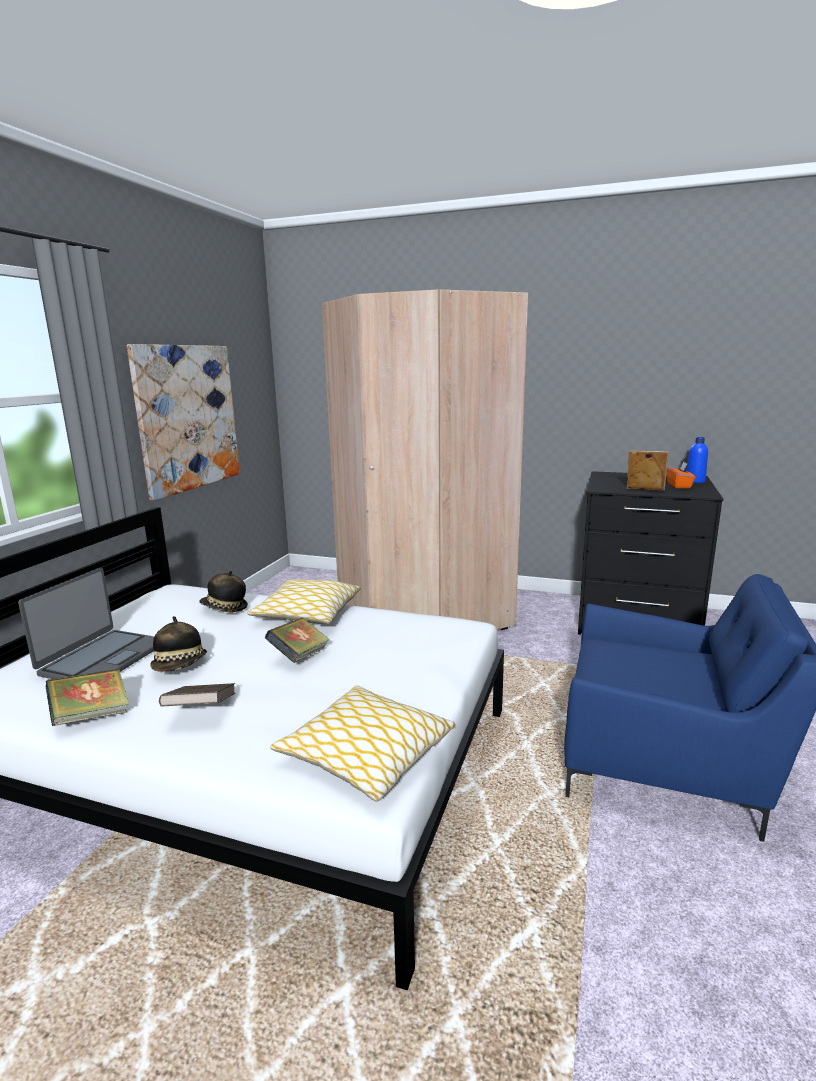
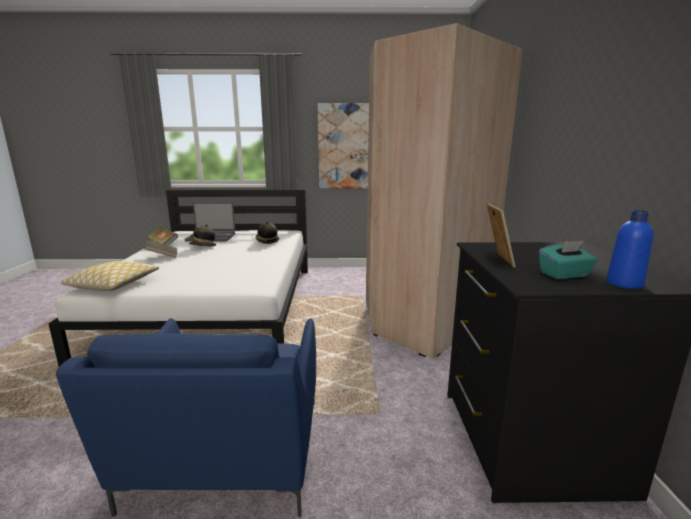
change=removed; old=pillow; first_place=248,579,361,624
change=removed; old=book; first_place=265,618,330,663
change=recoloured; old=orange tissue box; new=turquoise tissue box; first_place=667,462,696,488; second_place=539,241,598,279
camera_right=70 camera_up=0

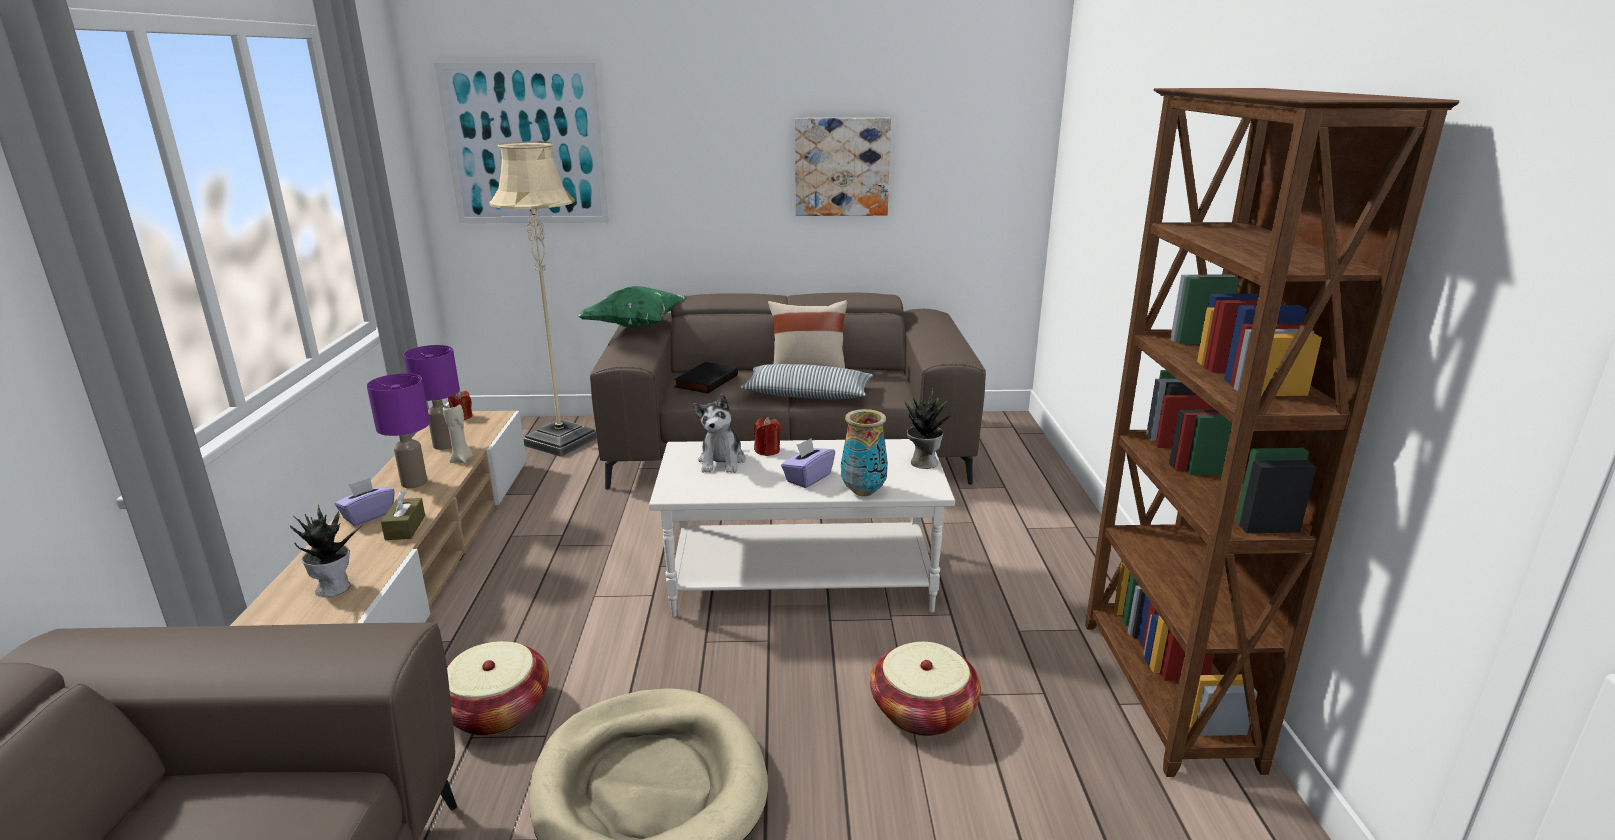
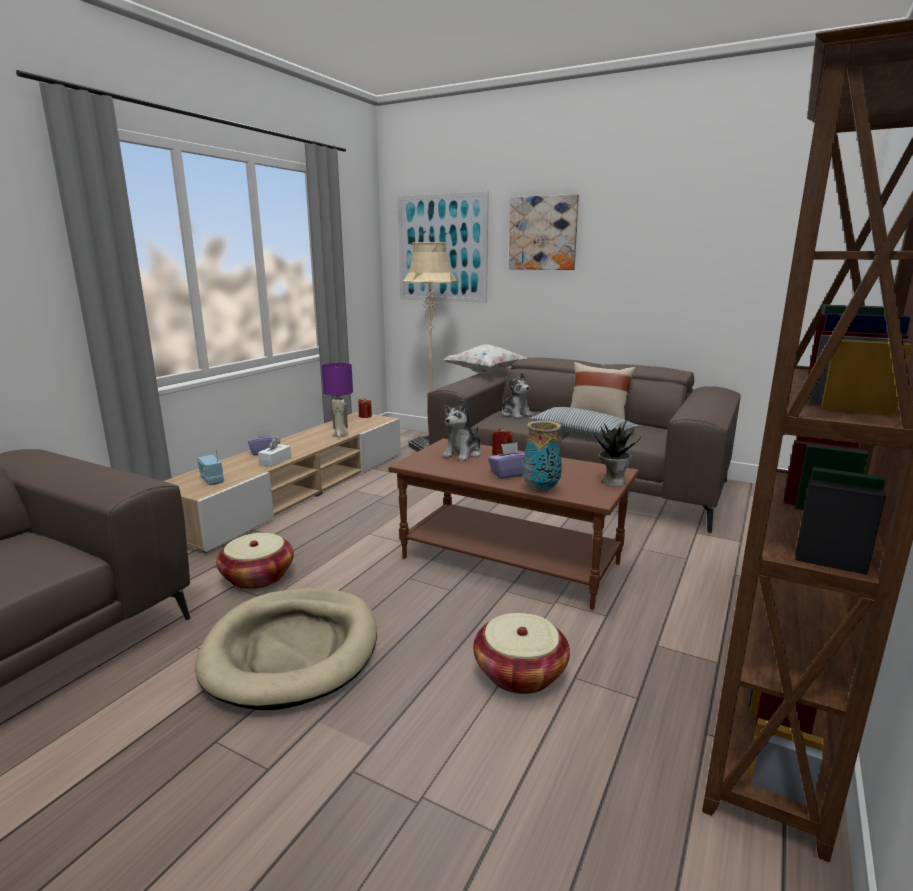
change=replaced; old=potted plant; new=radio; first_place=289,505,362,597; second_place=198,449,224,485
change=removed; old=purple table lamp; first_place=367,373,430,488
change=recoloured; old=brown tissue box; new=white tissue box; first_place=381,490,425,540; second_place=258,437,291,467
change=recoloured; old=green pillow; new=white pillow; first_place=577,286,688,327; second_place=444,344,528,374
change=recoloured; old=white coffee table; new=brown coffee table; first_place=649,439,955,617; second_place=388,438,639,610
change=replaced; old=black book; new=plush toy; first_place=674,362,738,394; second_place=502,372,533,419
change=moved; old=picture; first_place=795,118,891,216; second_place=509,194,579,270
camera_right=30 camera_up=-5

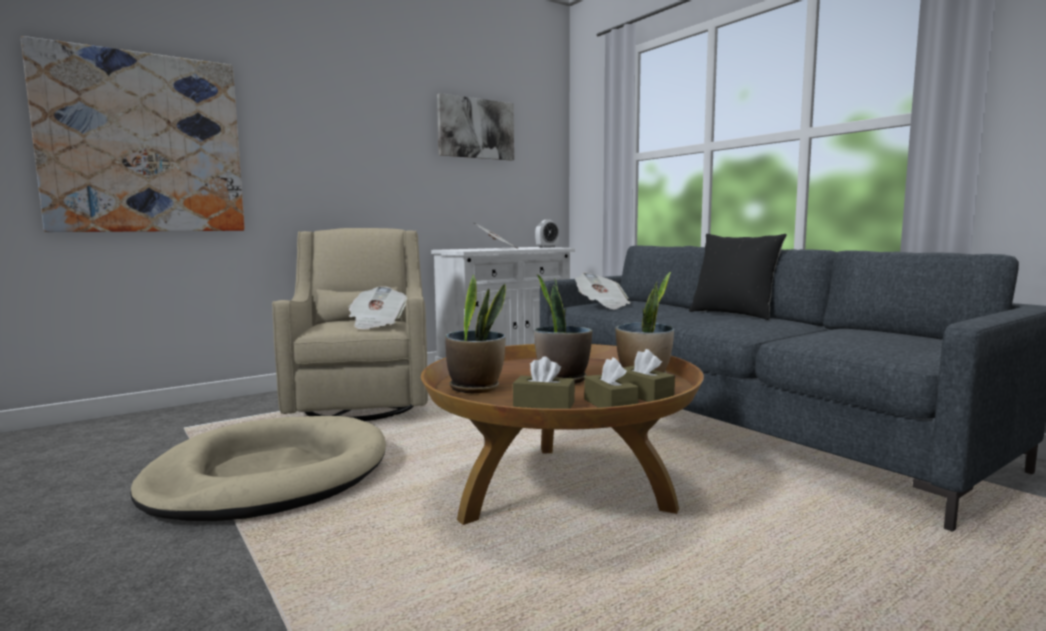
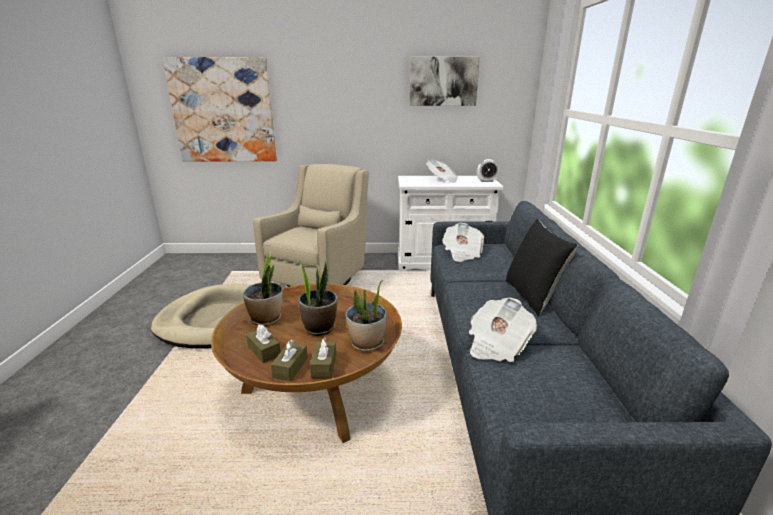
change=moved; old=newspaper; first_place=348,286,408,329; second_place=469,298,537,362
camera_right=35 camera_up=15

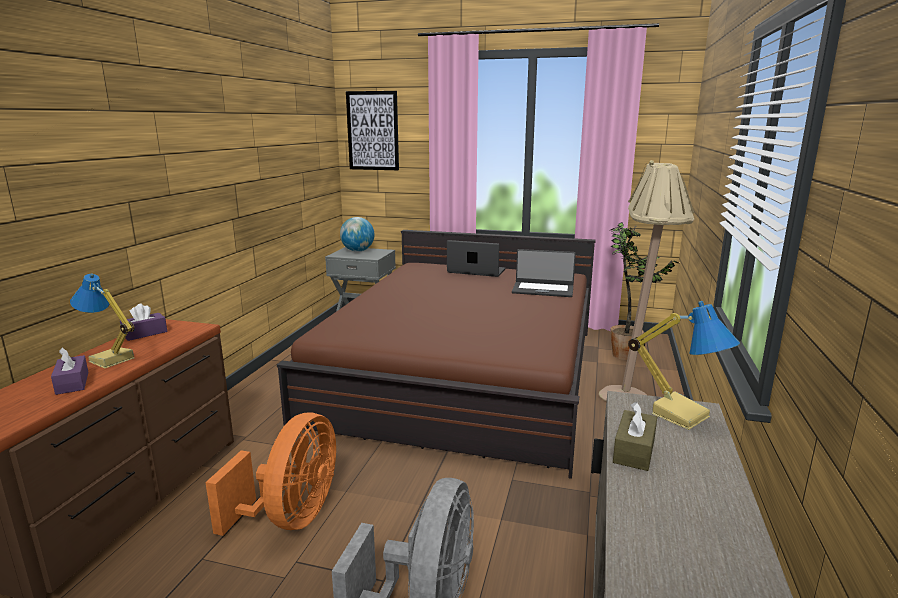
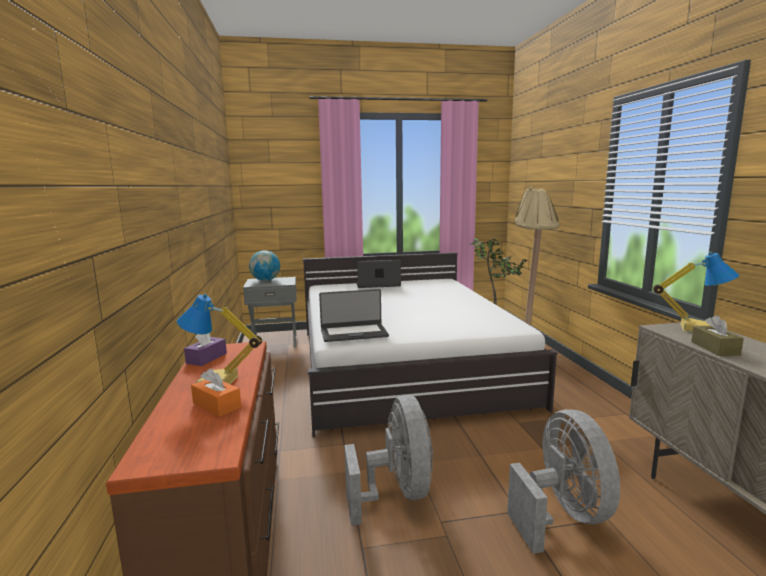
change=recoloured; old=purple tissue box; new=orange tissue box; first_place=51,348,88,395; second_place=191,368,241,417
change=recoloured; old=orange fan; new=grey fan; first_place=205,412,336,536; second_place=344,395,433,526
change=recoloured; old=brown bed; new=white bed; first_place=277,230,596,479; second_place=303,252,558,437
change=removed; old=picture; first_place=346,91,399,170
change=moved; old=laptop; first_place=512,249,576,297; second_place=319,289,389,342
camera_right=-25 camera_up=-5

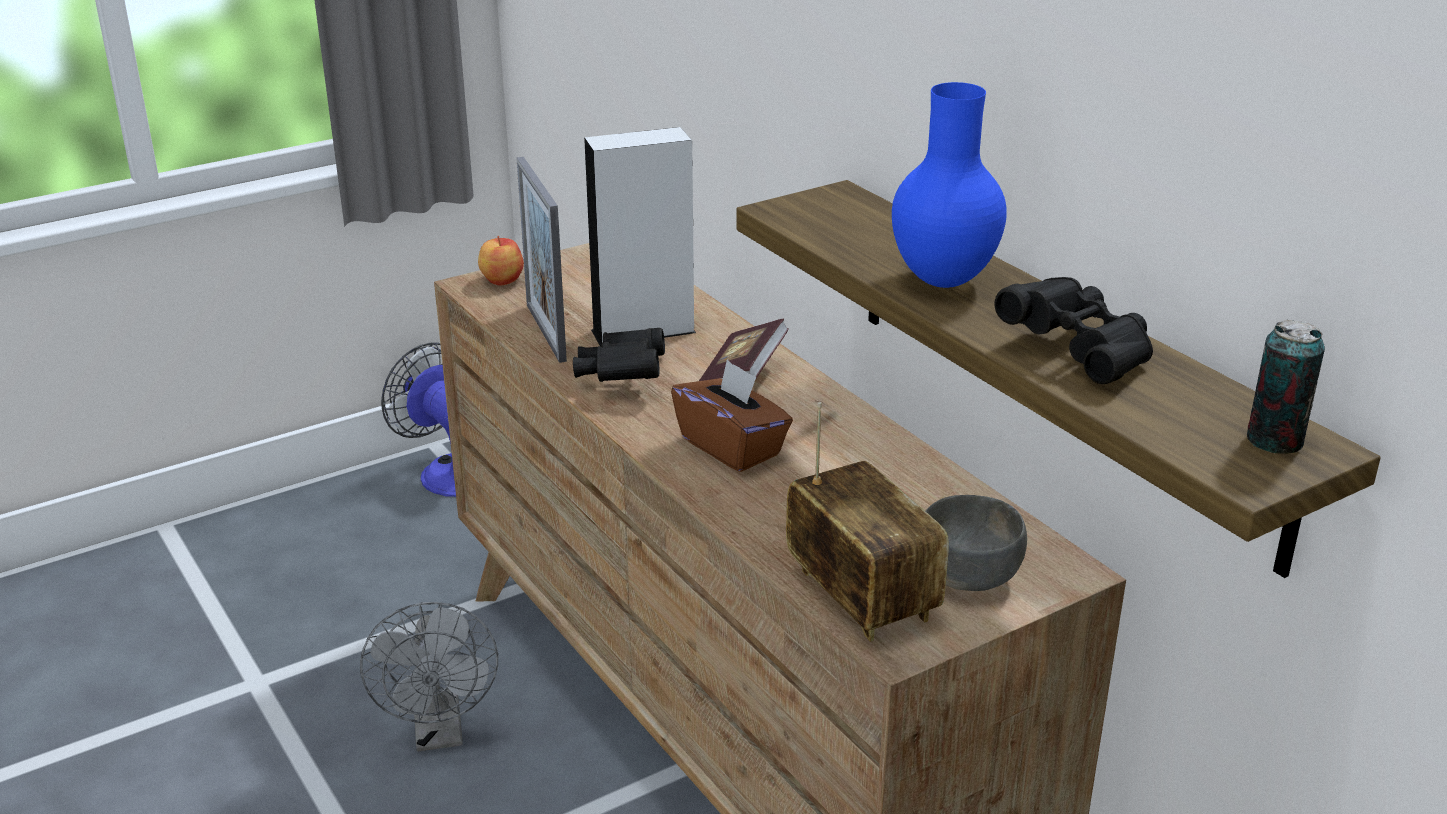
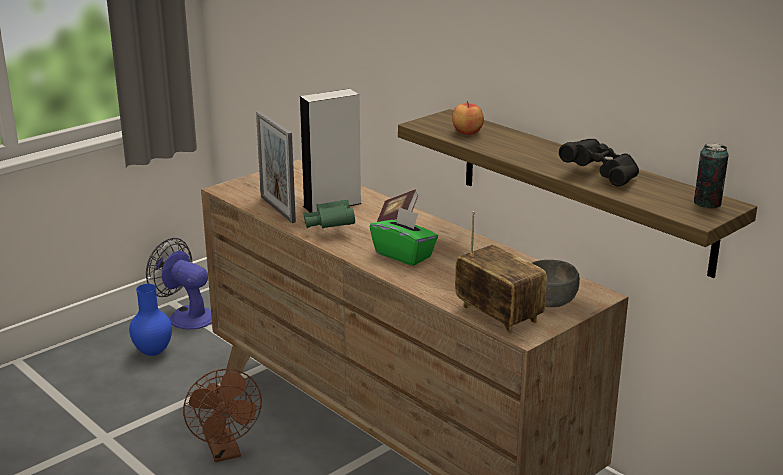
change=recoloured; old=grey fan; new=brown fan; first_place=360,602,498,751; second_place=183,369,262,462
change=moved; old=apple; first_place=478,236,524,286; second_place=452,101,484,135
change=recoloured; old=black binoculars; new=green binoculars; first_place=573,328,665,382; second_place=303,200,355,229
change=recoloured; old=brown tissue box; new=green tissue box; first_place=671,359,793,472; second_place=370,207,438,266
change=moved; old=blue vase; first_place=892,82,1007,288; second_place=129,284,172,356
camera_right=-10 camera_up=-5

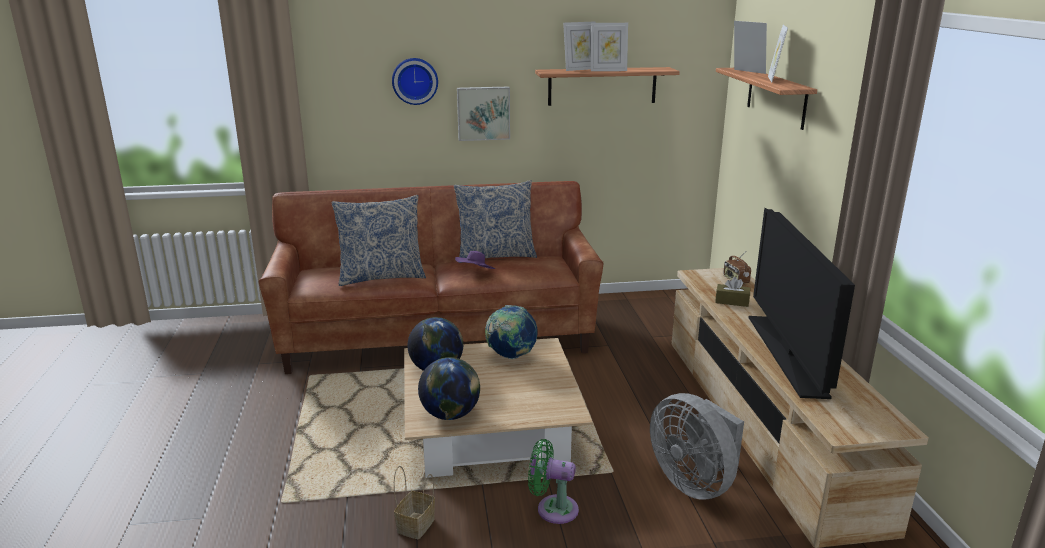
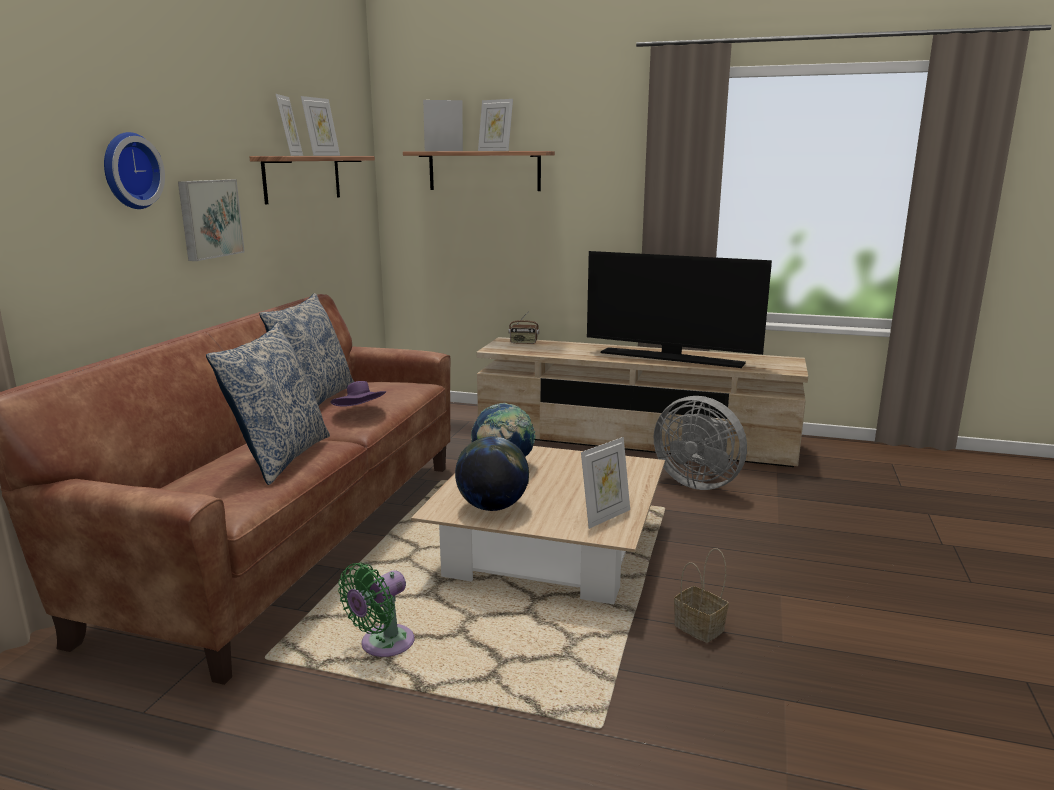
change=replaced; old=globe; new=picture frame; first_place=418,357,480,420; second_place=581,437,630,529
change=moved; old=green fan; first_place=528,439,579,524; second_place=338,563,414,657
change=turned; old=grey fan; first_place=650,393,744,500; second_place=654,396,747,490; degrees=45
change=removed; old=brown tissue box; first_place=715,277,750,307
camera_right=-65 camera_up=-5

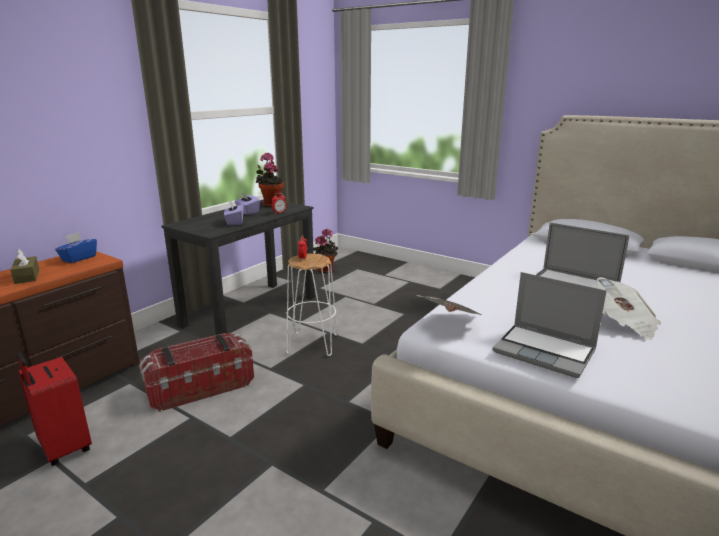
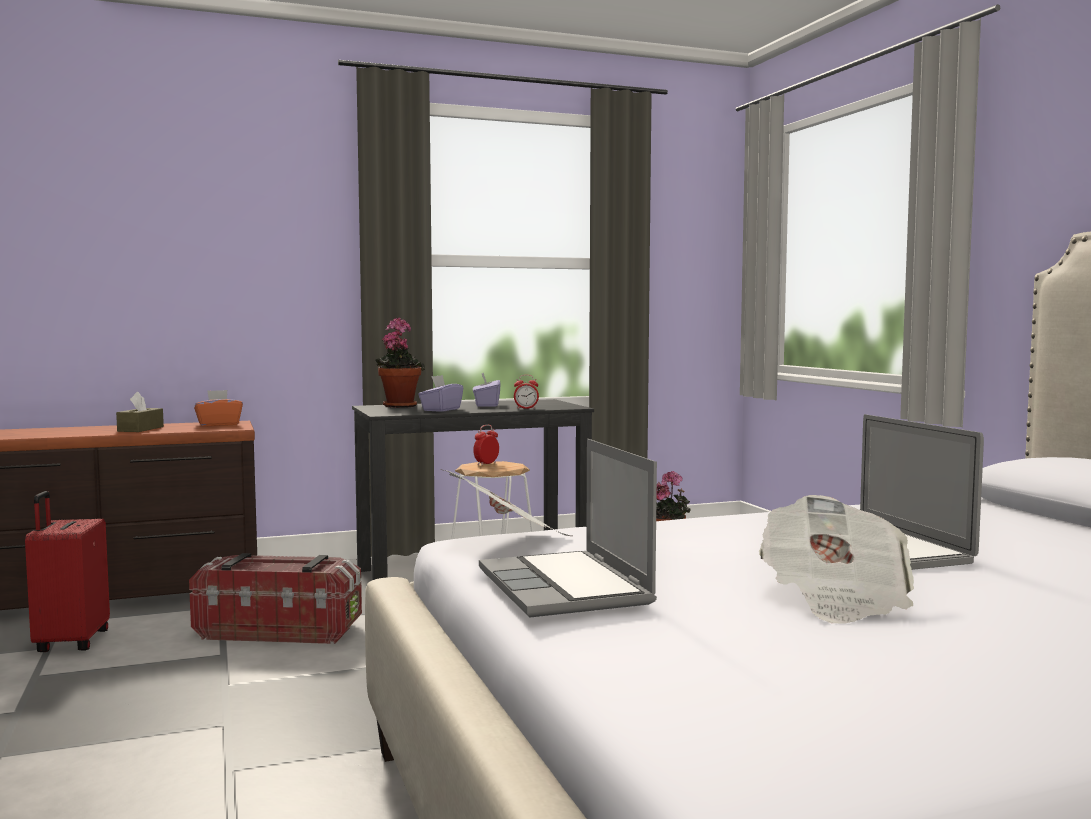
change=recoloured; old=blue tissue box; new=orange tissue box; first_place=55,232,97,263; second_place=194,390,243,426
change=moved; old=potted plant; first_place=256,152,284,207; second_place=375,318,425,408
camera_right=35 camera_up=-15

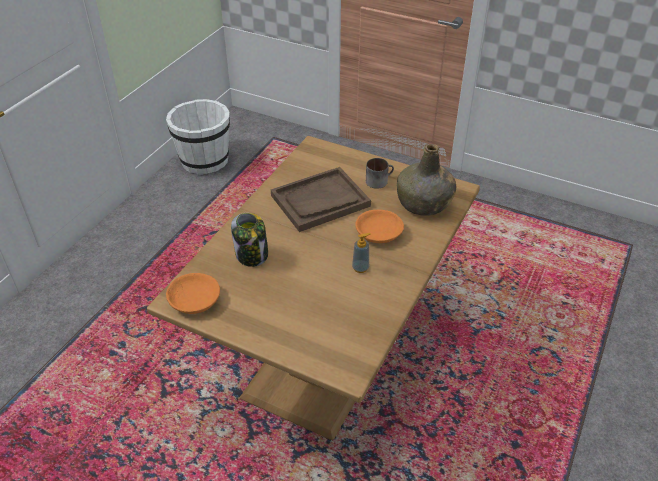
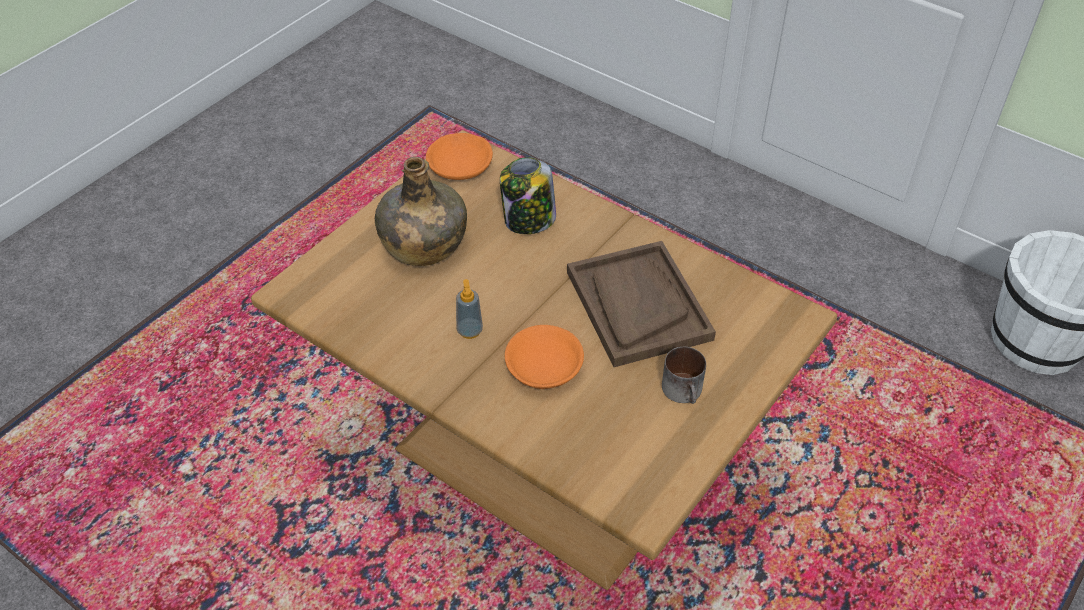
change=moved; old=green bottle; first_place=397,144,456,216; second_place=375,157,467,266
camera_right=100 camera_up=5

